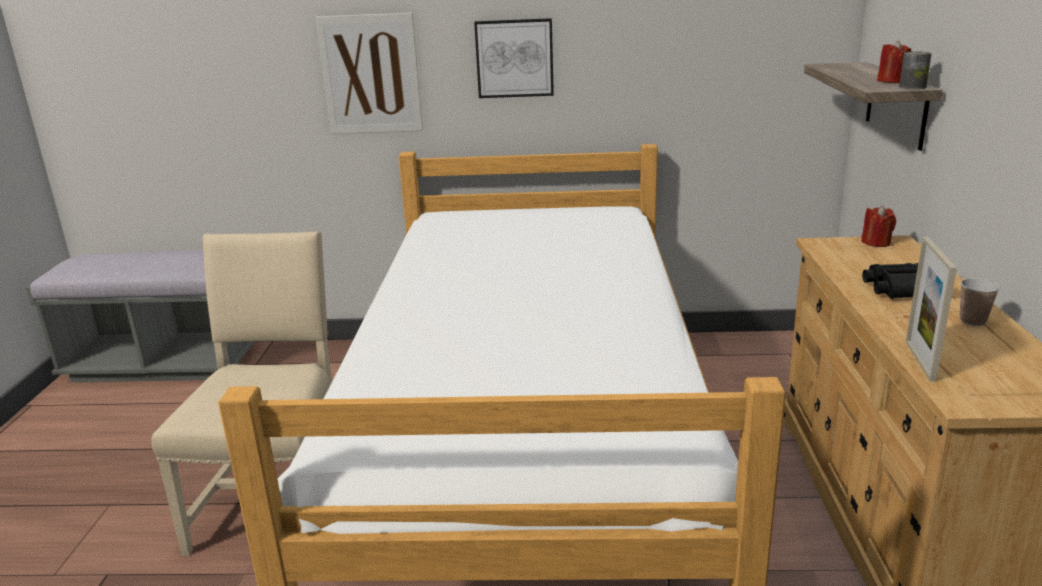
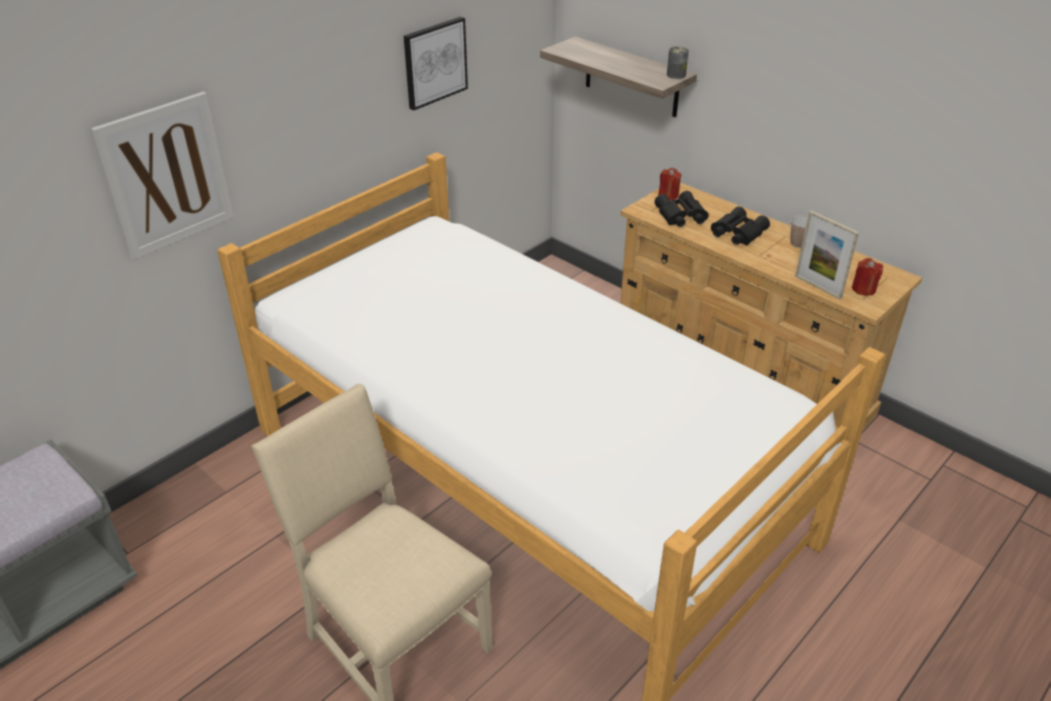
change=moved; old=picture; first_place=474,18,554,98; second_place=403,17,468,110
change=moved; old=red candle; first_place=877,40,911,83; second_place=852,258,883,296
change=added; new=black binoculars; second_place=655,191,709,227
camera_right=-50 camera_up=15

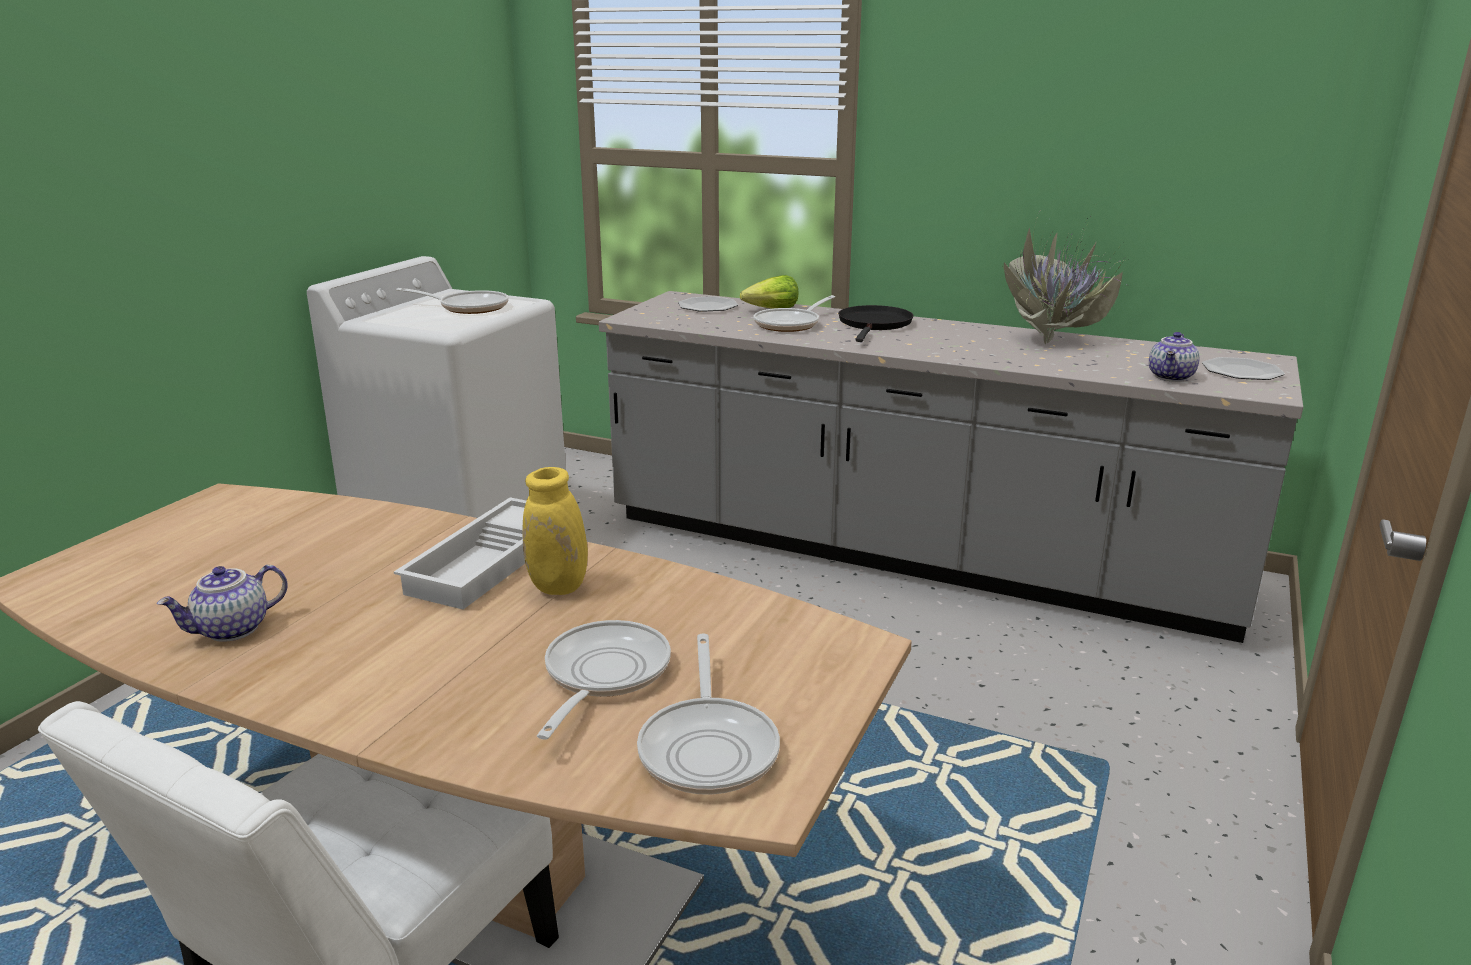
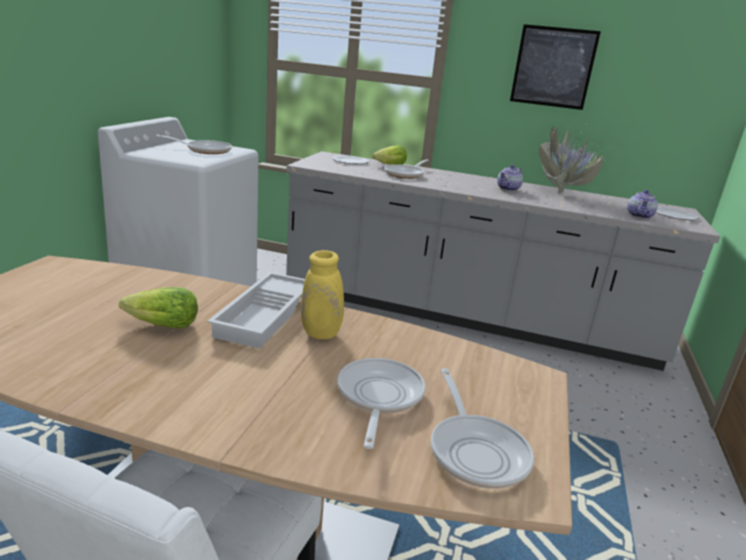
change=moved; old=teapot; first_place=157,565,288,642; second_place=497,165,523,191
change=removed; old=black frying pan; first_place=838,305,913,342
change=added; new=lettuce; second_place=119,287,198,329
change=added; new=picture; second_place=510,24,601,110
camera_right=-10 camera_up=0

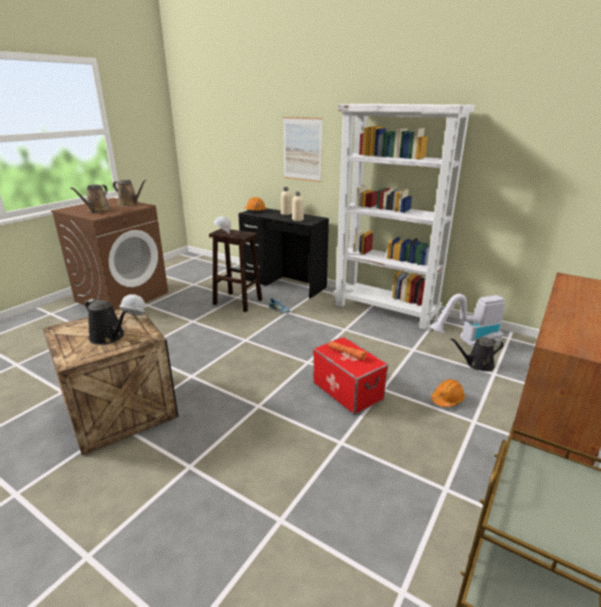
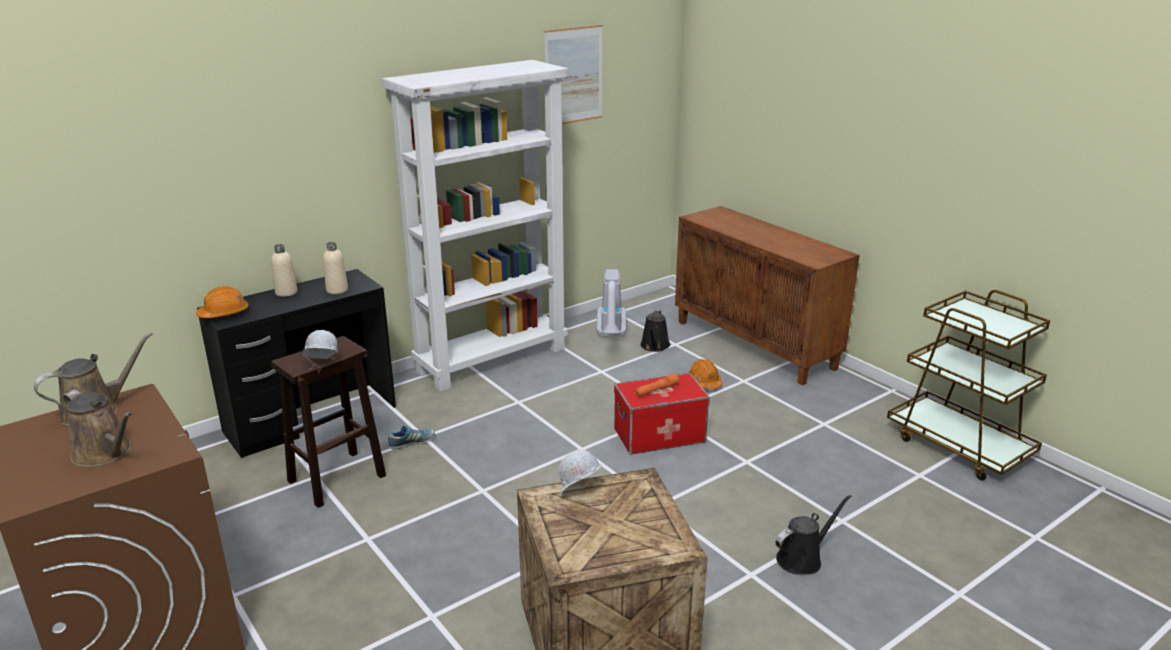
change=moved; old=black watering can; first_place=85,299,127,345; second_place=776,495,852,575
change=moved; old=picture; first_place=283,117,322,182; second_place=544,24,603,124
camera_right=-70 camera_up=0

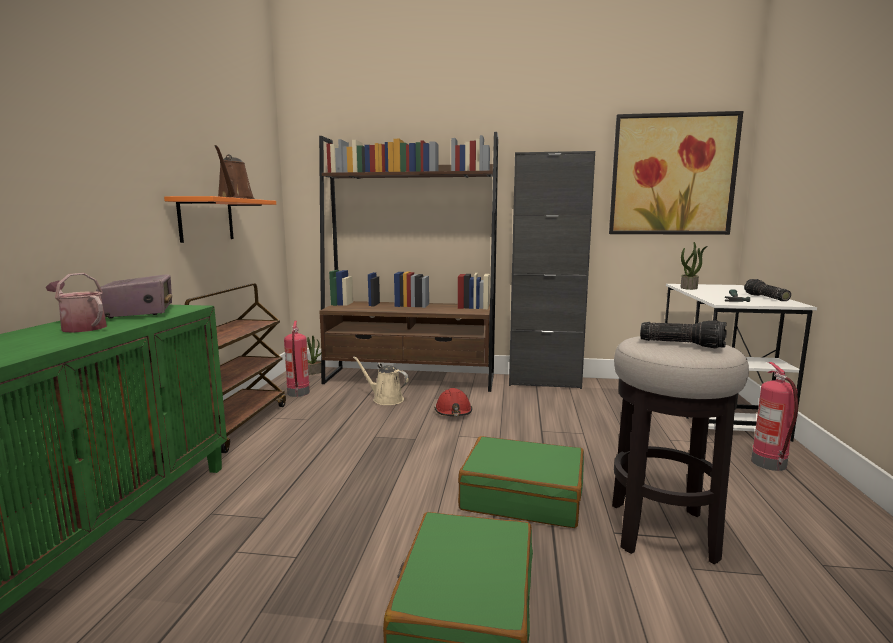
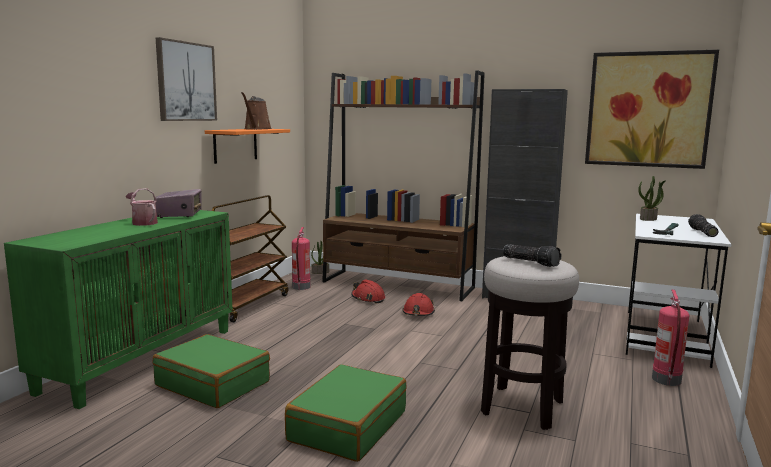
change=replaced; old=beige watering can; new=red hard hat; first_place=353,356,409,405; second_place=351,280,385,304
change=moved; old=green suitcase; first_place=458,436,584,528; second_place=153,334,270,408
change=added; new=picture; second_place=156,37,217,121
camera_right=15 camera_up=0

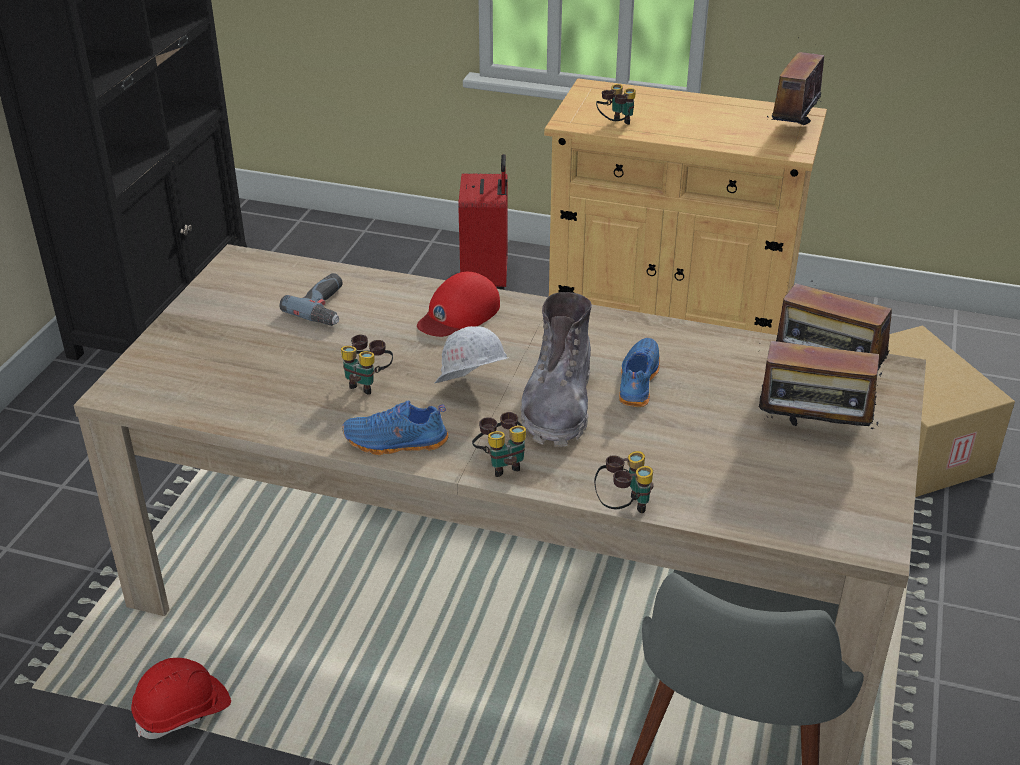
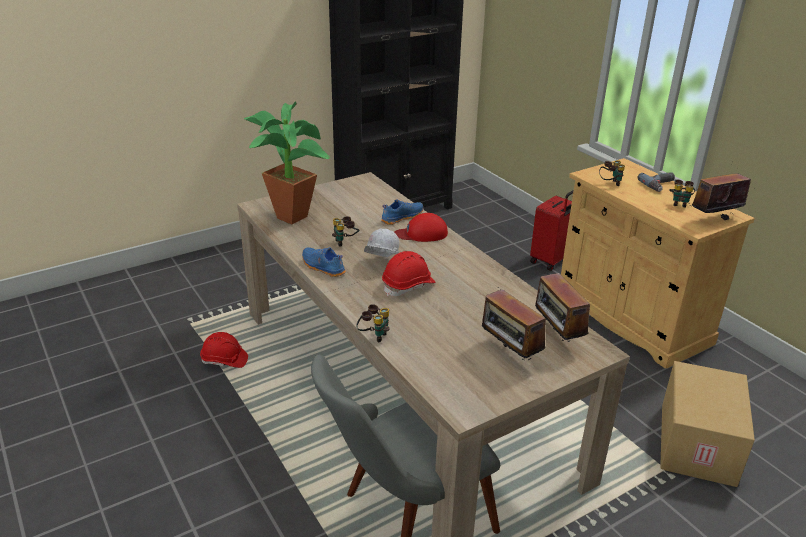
change=moved; old=power drill; first_place=280,273,343,326; second_place=637,172,675,192
change=moved; old=binoculars; first_place=472,412,526,477; second_place=670,180,695,208
change=replaced; old=grey boot; new=red hard hat; first_place=520,292,592,447; second_place=382,251,435,296
change=moved; old=blue shoe; first_place=619,338,660,407; second_place=381,199,423,225
change=added; new=potted plant; second_place=244,102,330,225
camera_right=40 camera_up=-5

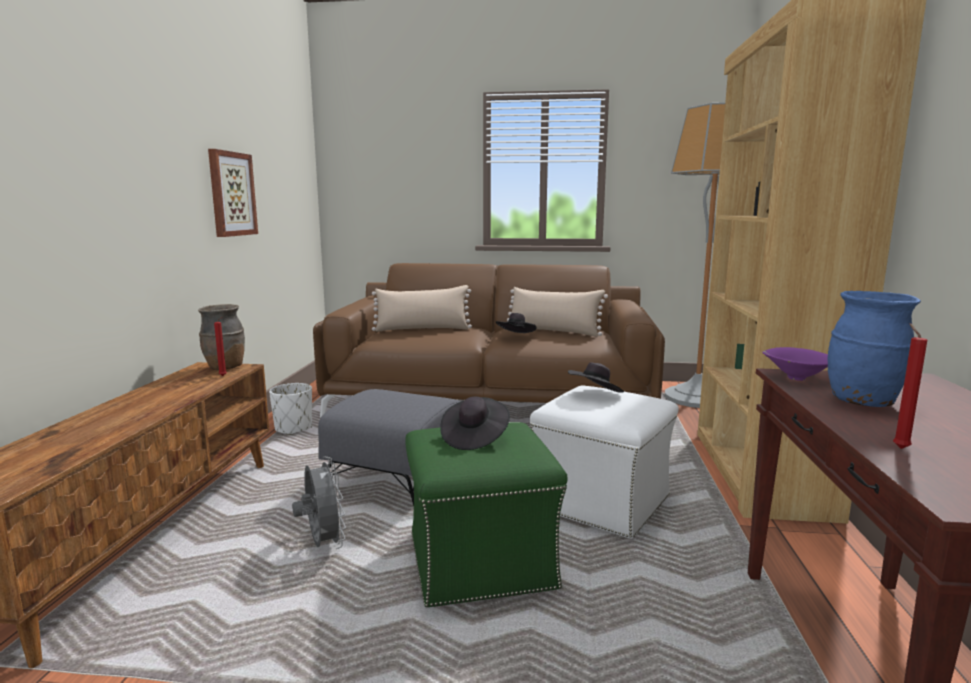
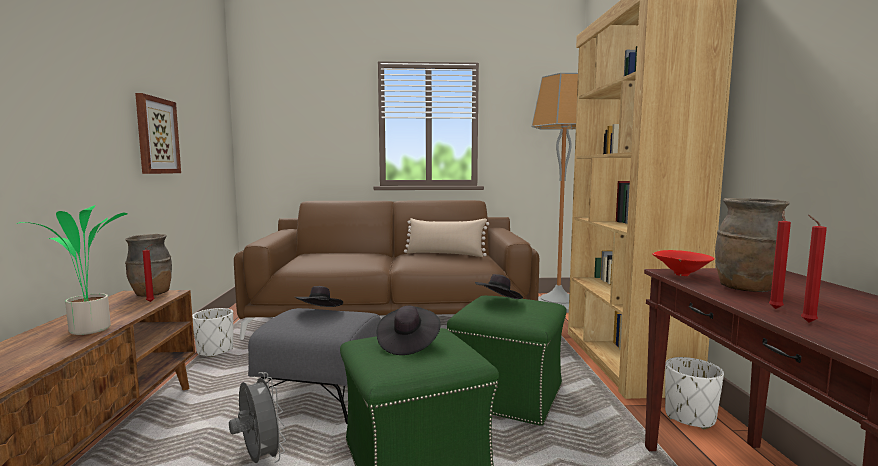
change=removed; old=beige pillow; first_place=372,285,472,332
change=moved; old=black hat; first_place=496,313,537,333; second_place=295,286,343,307
change=recoloured; old=white ottoman; new=green ottoman; first_place=530,386,679,539; second_place=447,296,566,426
change=recoloured; old=purple bowl; new=red bowl; first_place=763,347,828,381; second_place=652,250,715,276
change=recoloured; old=blue vase; new=brown vase; first_place=828,291,921,407; second_place=715,198,790,292
change=added; new=potted plant; second_place=16,205,127,335
change=added; new=white planter; second_place=665,357,724,429
change=added; new=red candle; second_place=769,211,791,309
camera_right=-10 camera_up=-5

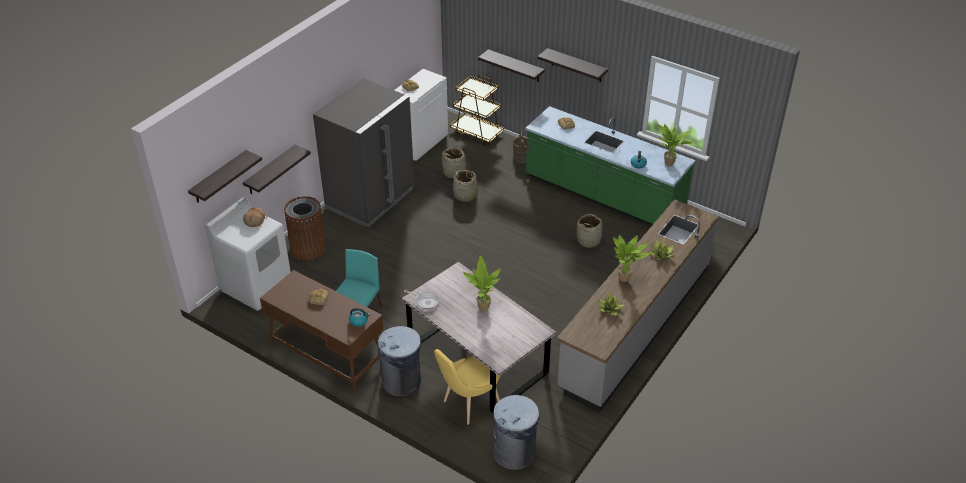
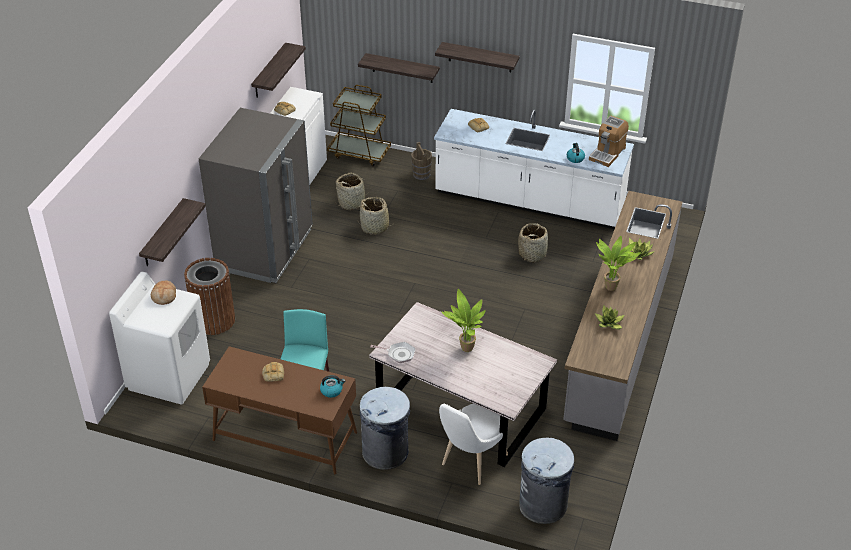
change=moved; old=shelf; first_place=188,150,262,203; second_place=251,43,306,97
change=recoloured; old=yellow chair; new=white chair; first_place=434,349,500,425; second_place=439,404,508,485
change=recoloured; old=green counter; new=white counter; first_place=525,106,695,225; second_place=434,109,634,229
change=replaced; old=potted plant; new=coffee machine; first_place=657,124,693,166; second_place=589,116,629,167
camera_right=-15 camera_up=0

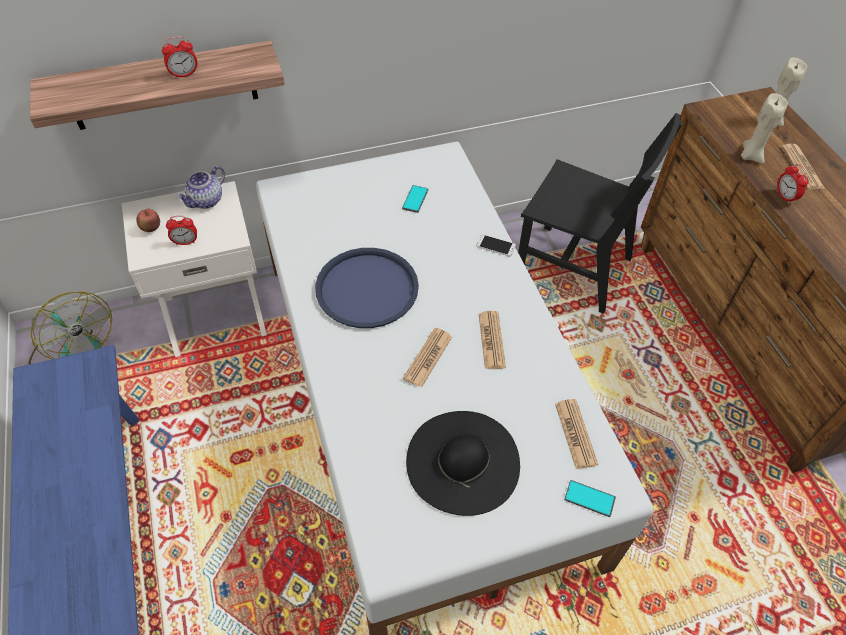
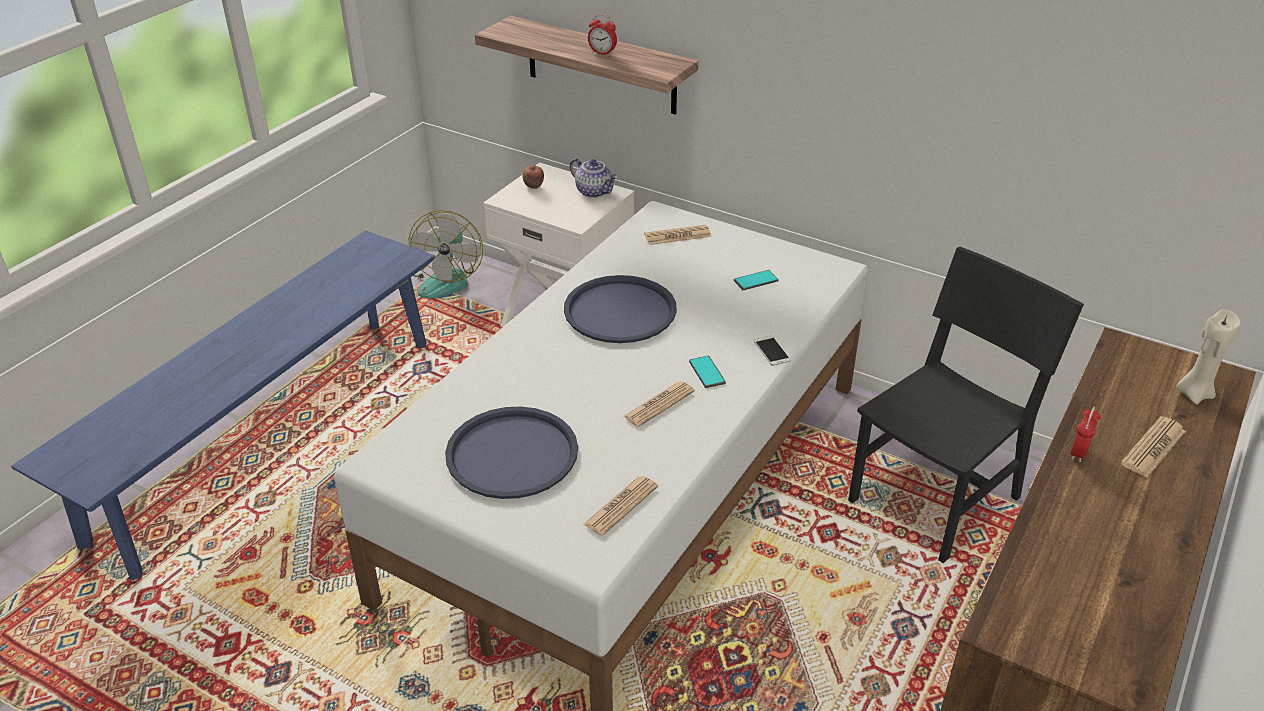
change=removed; old=alarm clock; first_place=166,216,197,245
change=turned; old=teapot; first_place=177,166,225,209; second_place=570,158,618,198; degrees=-135
change=moved; old=newspaper; first_place=403,328,452,388; second_place=644,225,711,245
change=replaced; old=black hat; new=blue tray; first_place=406,411,520,516; second_place=445,407,578,499
change=turned; old=black chair; first_place=518,113,684,314; second_place=848,246,1084,563; degrees=-120
change=moved; old=phone; first_place=564,480,616,517; second_place=689,356,726,388
change=removed; old=beige candle; first_place=741,93,788,164
camera_right=50 camera_up=-15

